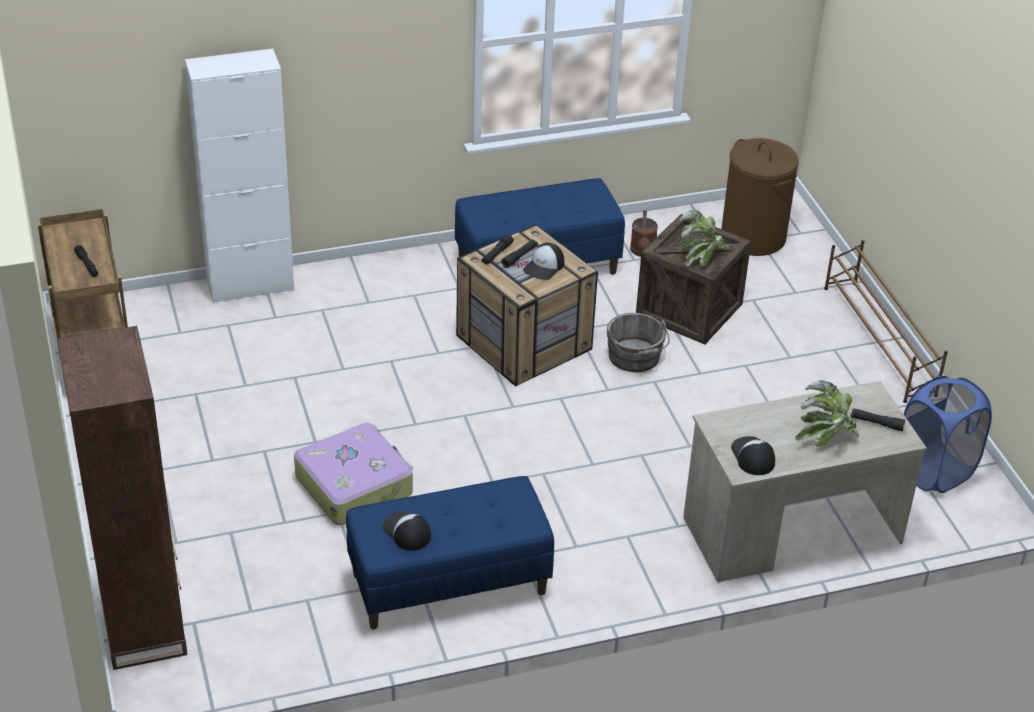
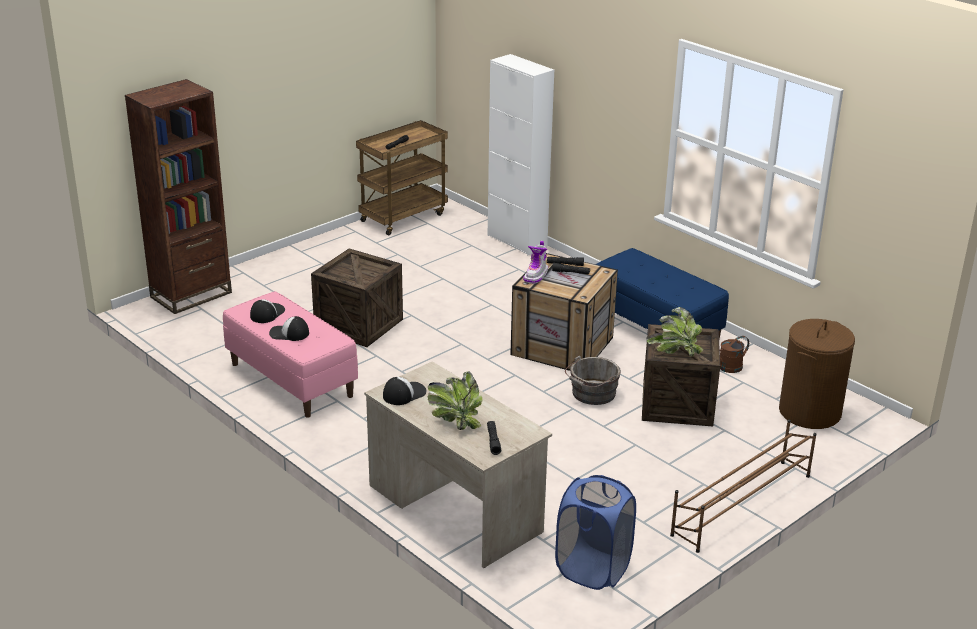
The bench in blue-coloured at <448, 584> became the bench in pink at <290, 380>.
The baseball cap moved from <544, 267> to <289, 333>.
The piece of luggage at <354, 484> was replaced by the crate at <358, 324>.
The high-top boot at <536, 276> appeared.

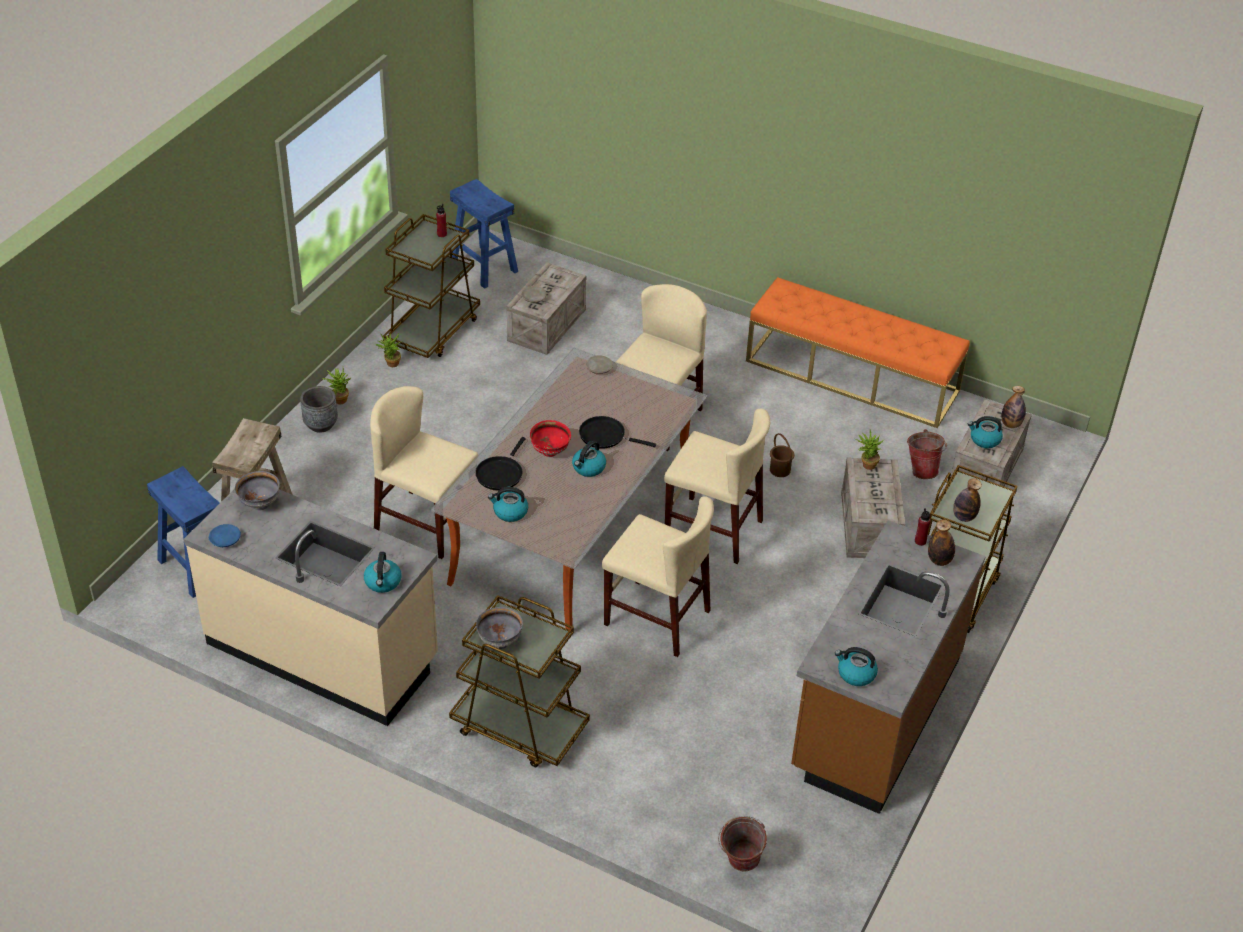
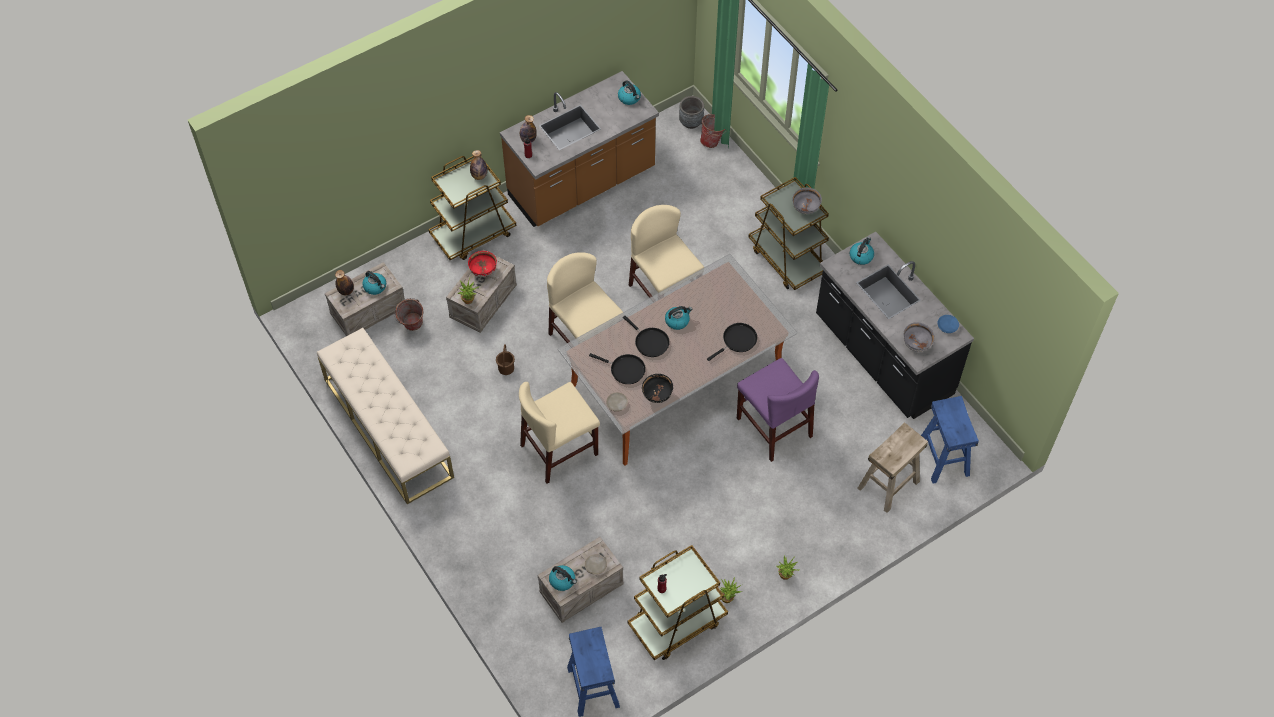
The bench in orange-coloured at <852, 376> became the bench in beige-coloured at <388, 427>.
The serving bowl in reddish moved from <550, 451> to <483, 271>.
The kettle moved from <510, 512> to <563, 580>.
The skillet in blackish at <625, 370> appeared.
The serving bowl in blackish at <657, 396> appeared.
The planter in greyish moved from <321, 424> to <691, 122>.
The chair in beige-coloured at <426, 524> became the chair in purple at <774, 427>.
The counter in beige-coloured at <323, 651> became the counter in blackish at <882, 357>.

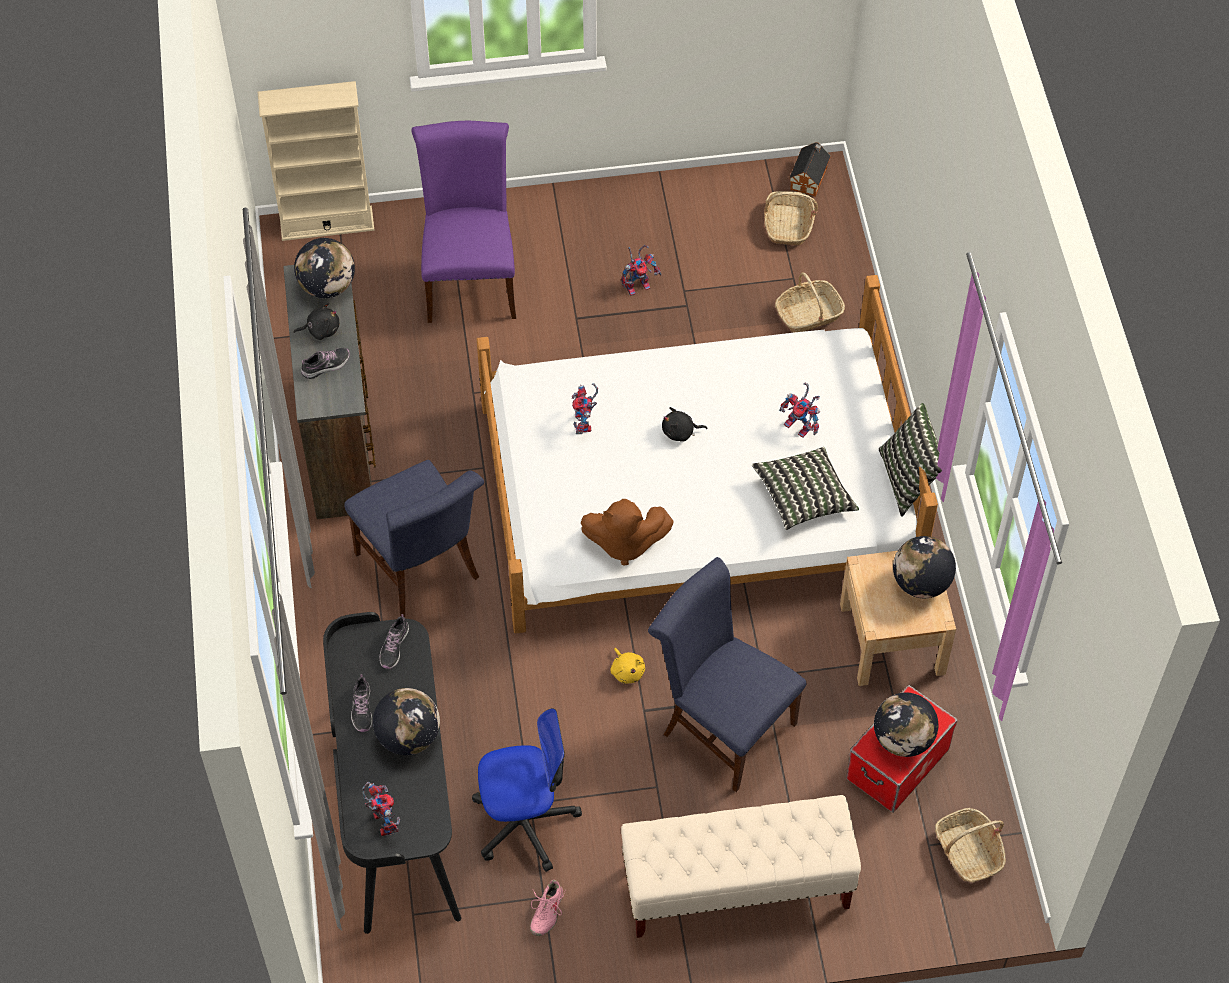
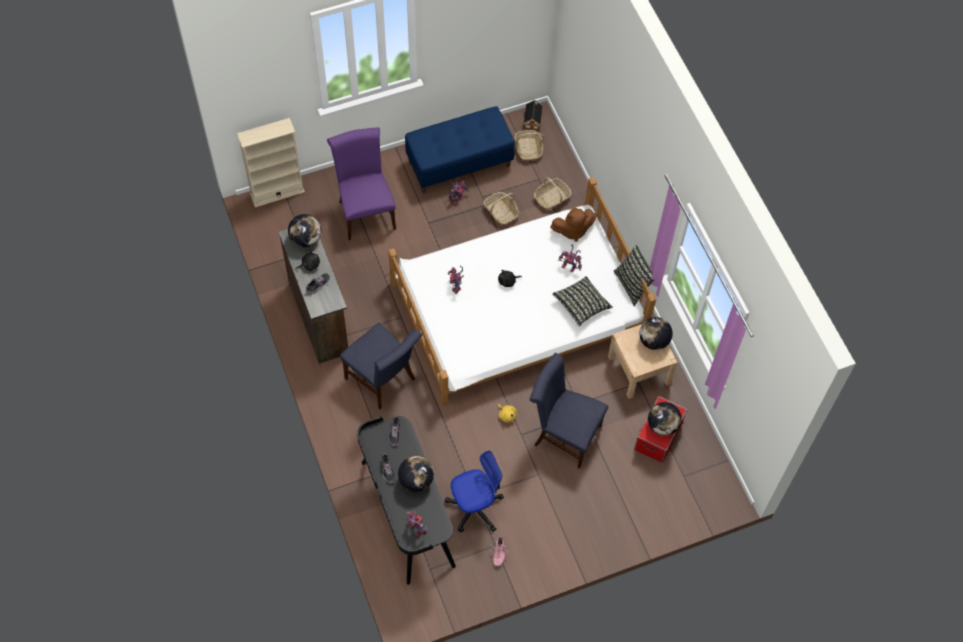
The bench in blue-coloured at <459, 163> appeared.
The household basket moved from <968, 852> to <501, 212>.
The cuddly toy in brown-coloured moved from <624, 543> to <572, 230>.
The bench in beige-coloured at <736, 887> disappeared.

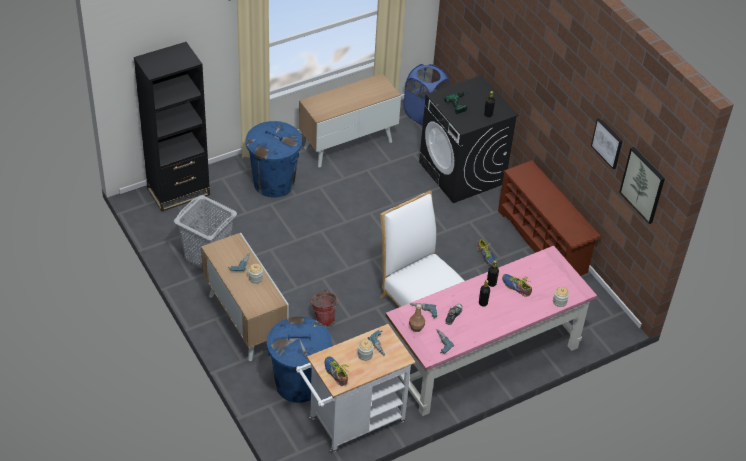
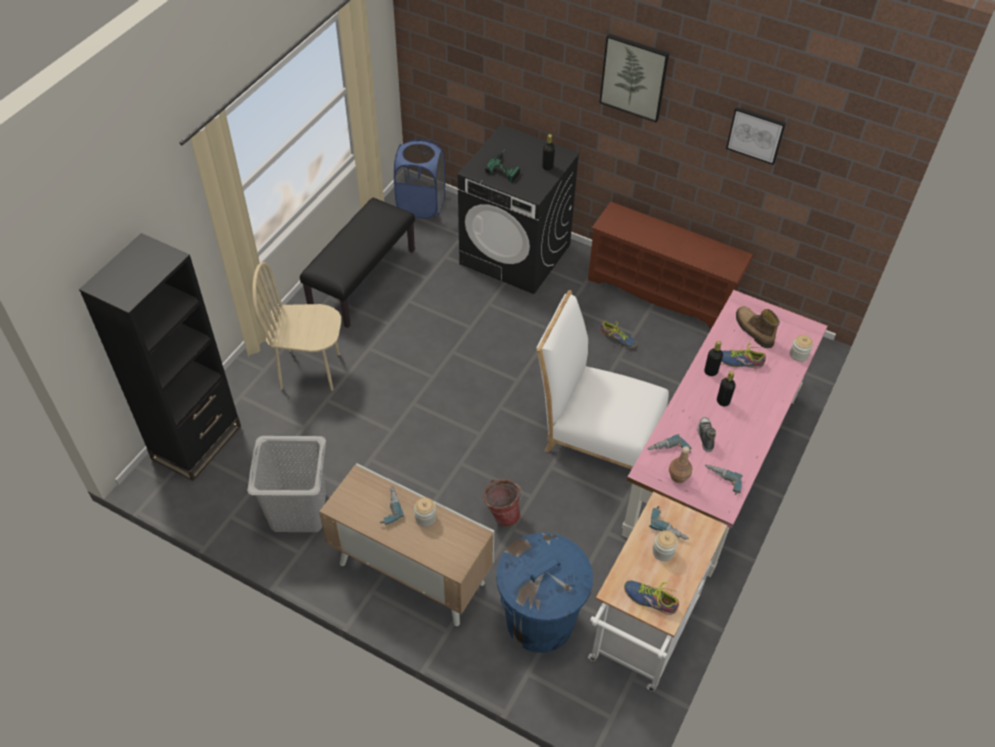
The waste bin in blue-coloured at <274, 183> was replaced by the chair in beige-coloured at <310, 370>.
The storage cabinet at <348, 144> was replaced by the bench in blackish at <362, 279>.
The wall art moved from <643, 185> to <634, 77>.
The high-top boot at <753, 330> appeared.

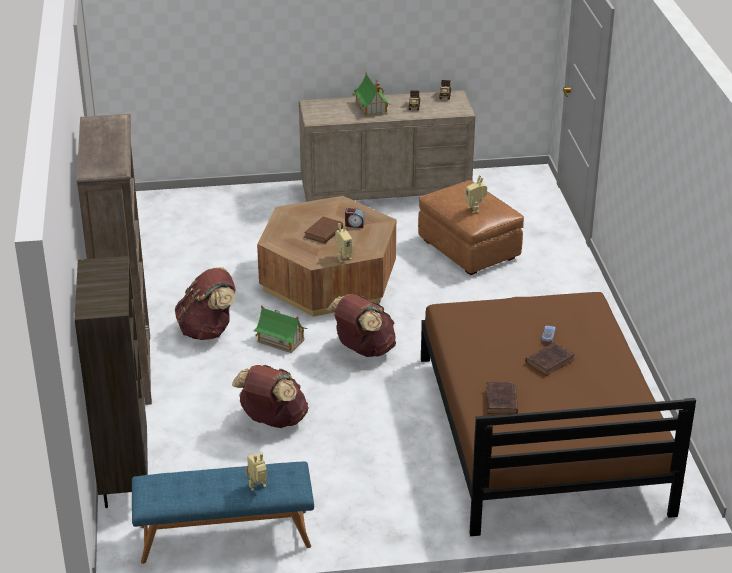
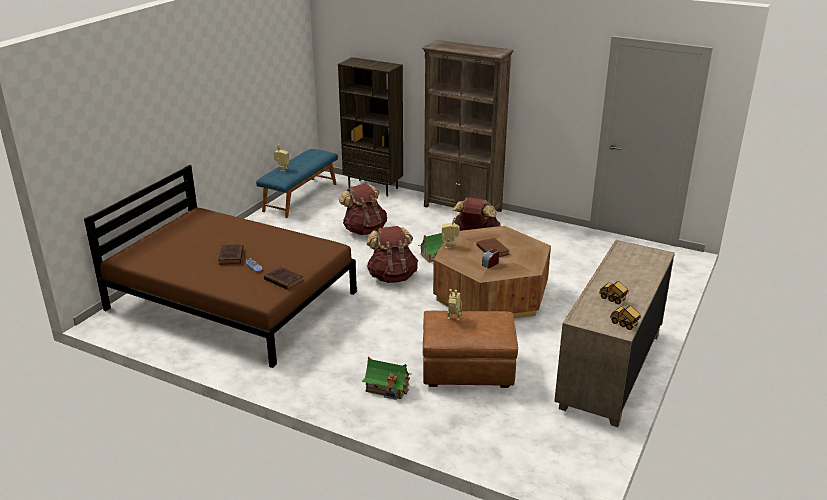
The bound book in brown-coloured moved from <501, 401> to <283, 280>.
The model house moved from <371, 108> to <387, 388>.

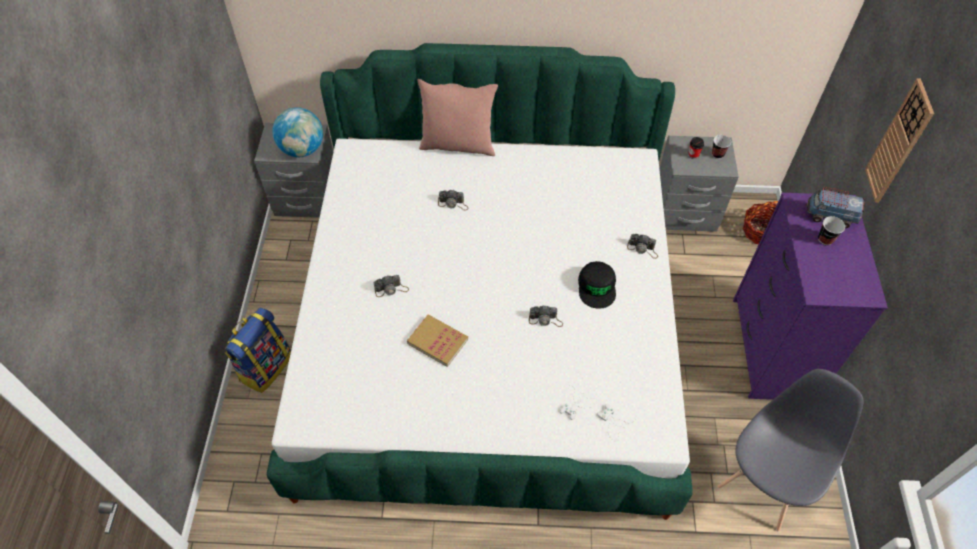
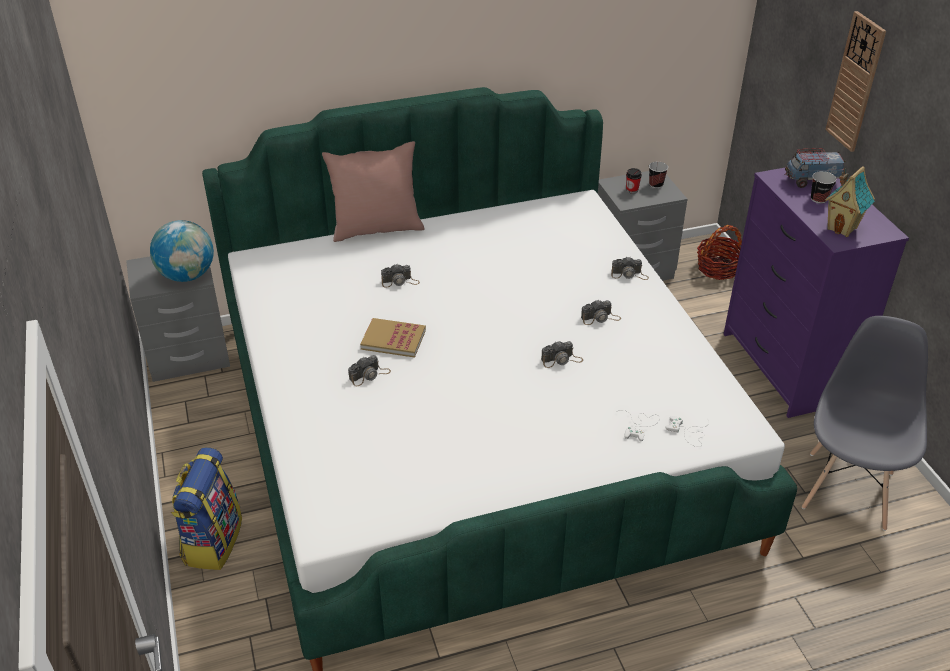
The bound book moved from <437, 341> to <393, 339>.
The baseball cap in blackish at <597, 287> was replaced by the photo camera at <600, 318>.
The model house at <842, 228> appeared.

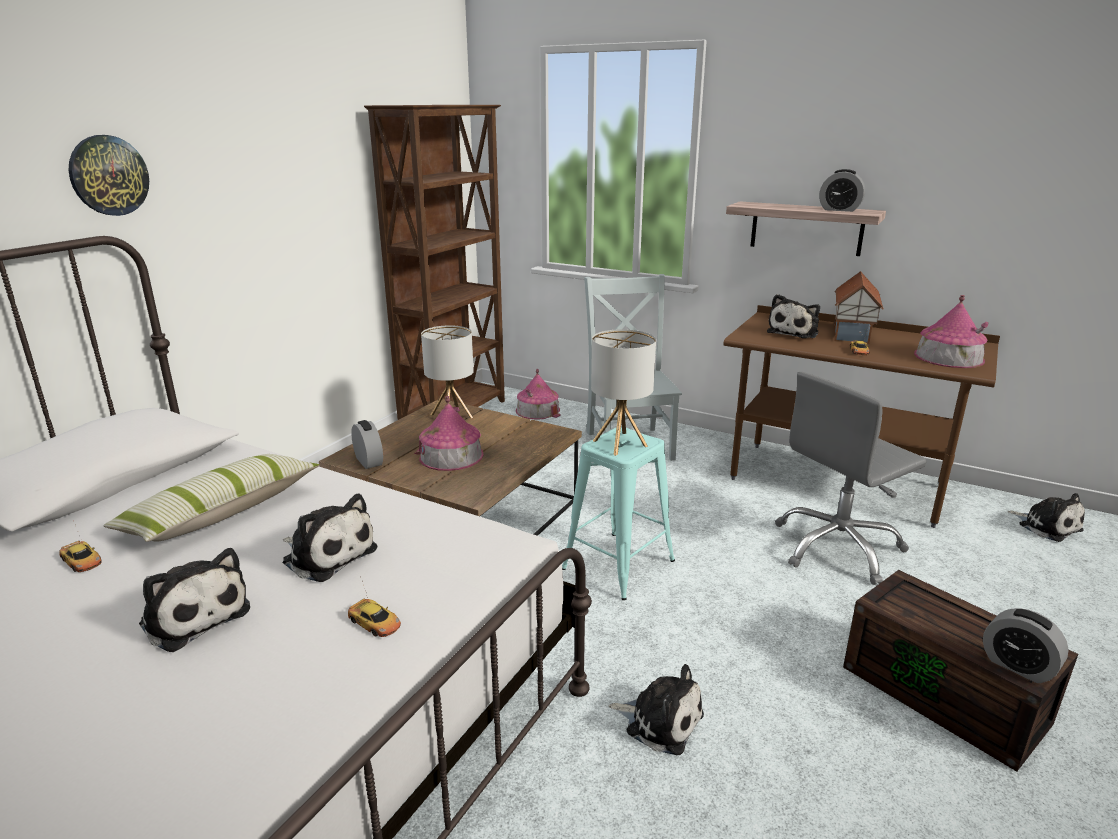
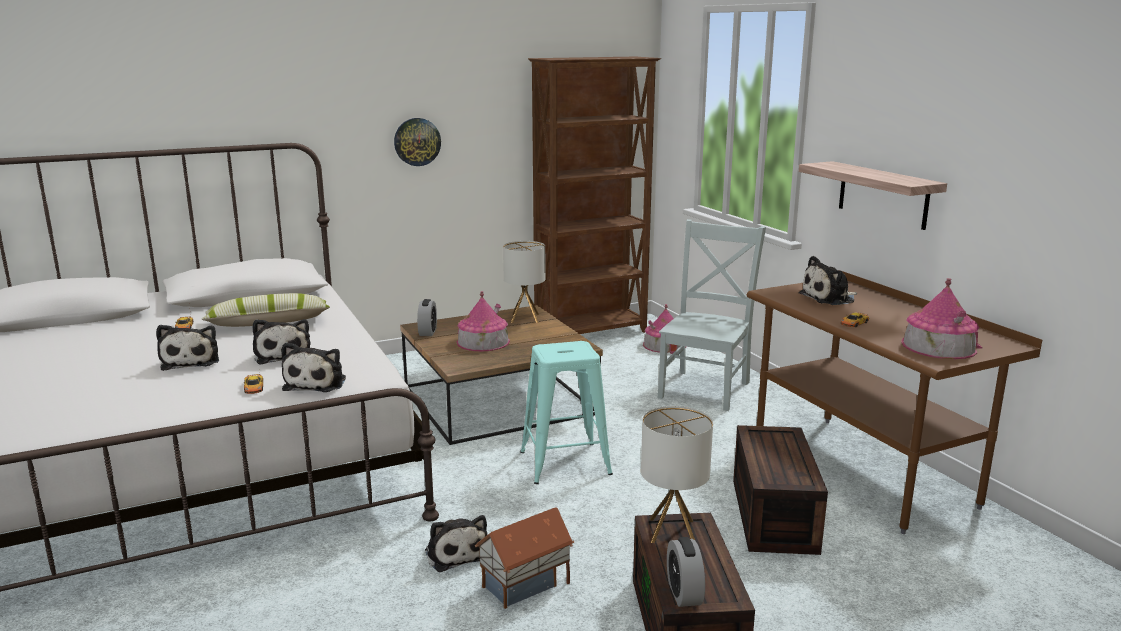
The cuddly toy moved from <1046, 526> to <317, 383>.
The wall clock moved from <108, 175> to <417, 142>.
The model house moved from <853, 334> to <526, 586>.
The table lamp moved from <619, 443> to <672, 531>.
The computer chair in greyish at <838, 547> was replaced by the storage box in brown-coloured at <771, 514>.
The table clock at <839, 210> disappeared.

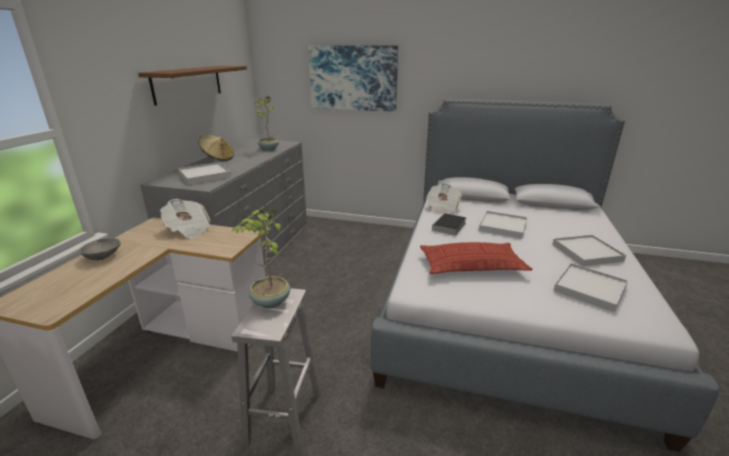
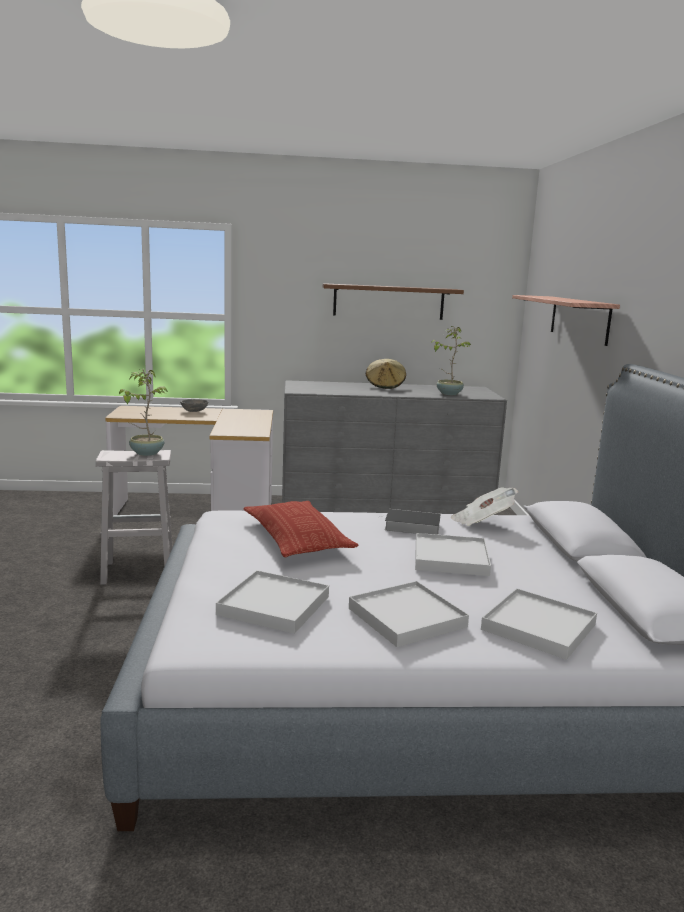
The tray in whitish moved from <205, 175> to <539, 627>.
The wall art at <353, 78> was replaced by the wall shelf at <579, 319>.
The printed paper at <188, 230> disappeared.

